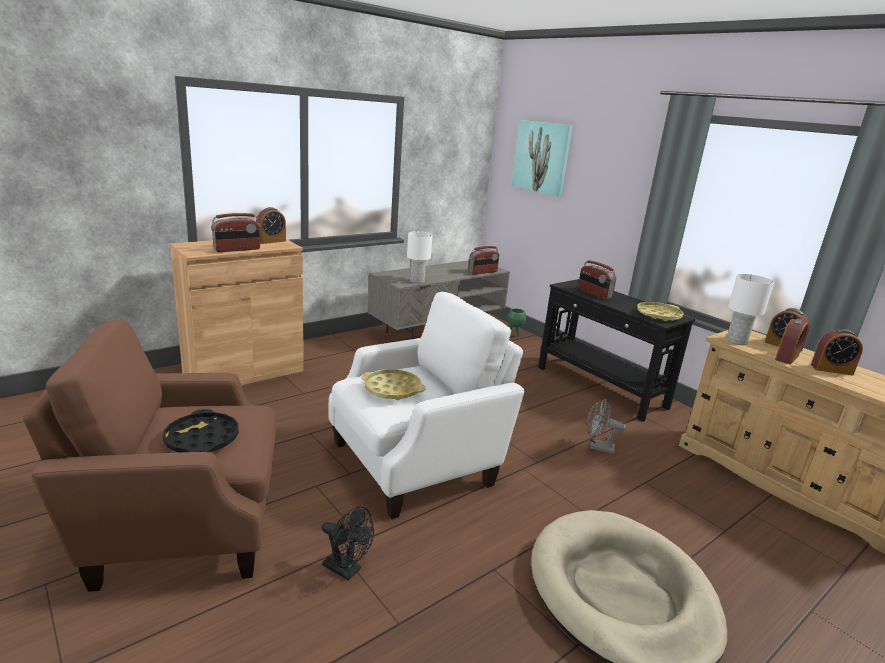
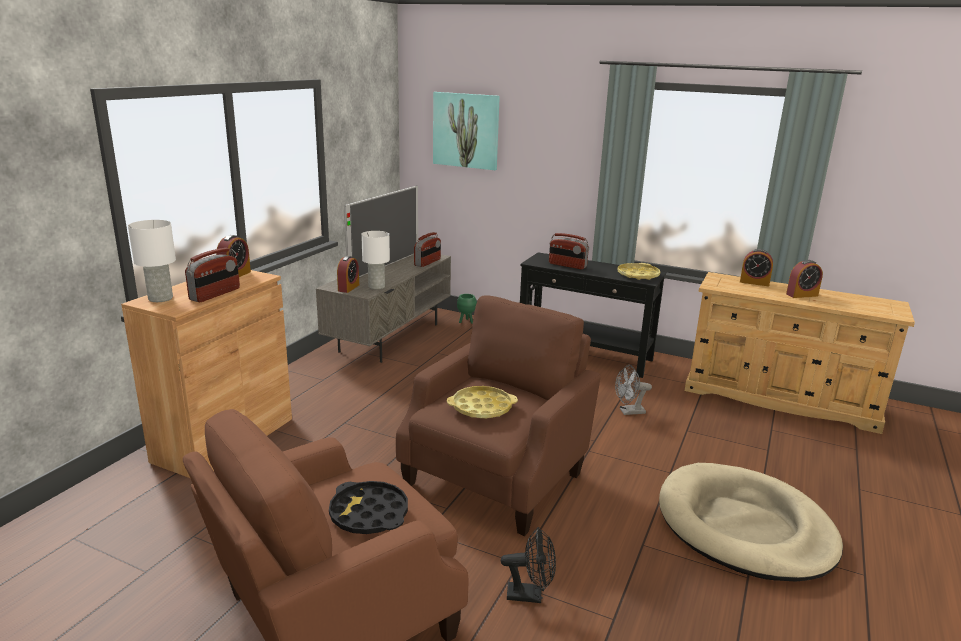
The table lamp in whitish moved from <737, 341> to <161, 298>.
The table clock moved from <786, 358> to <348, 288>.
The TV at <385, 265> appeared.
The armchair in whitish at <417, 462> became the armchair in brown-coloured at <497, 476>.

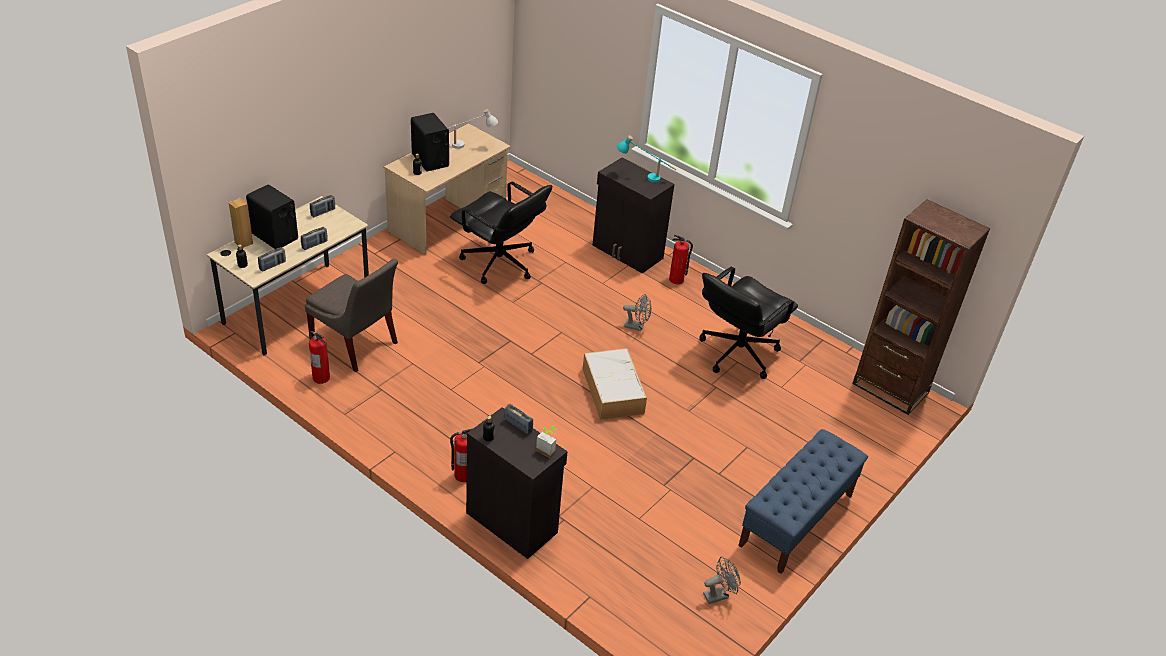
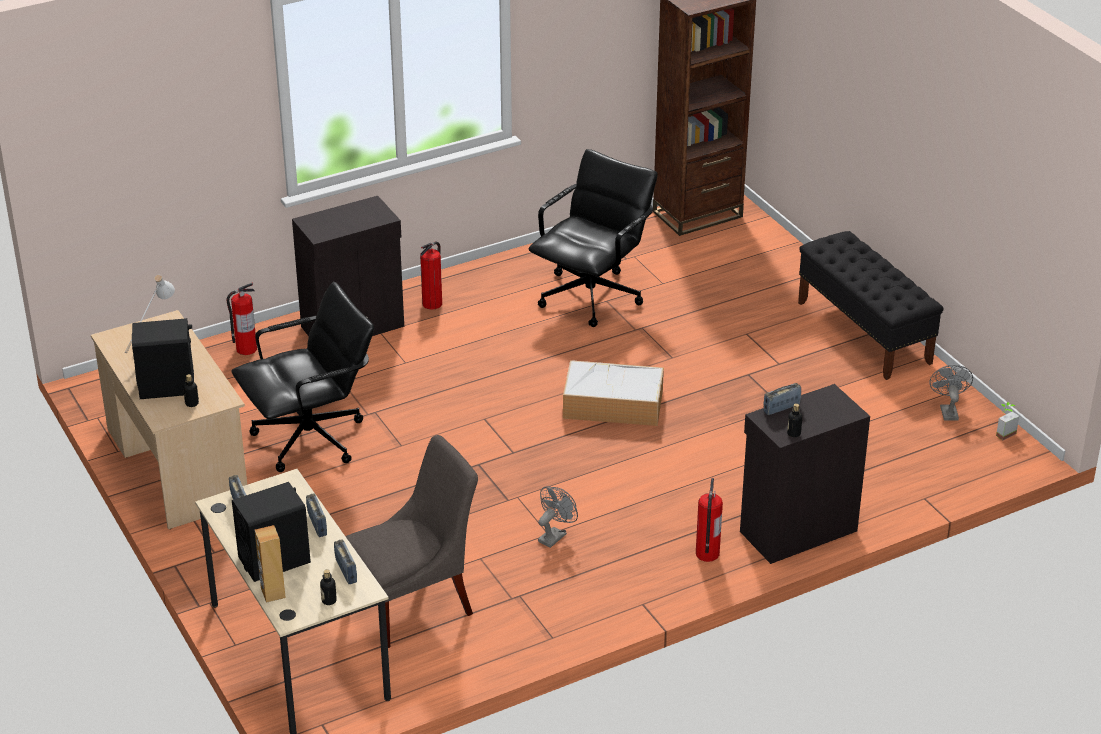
The fire extinguisher moved from <321, 377> to <246, 349>.
The computer chair in blackish at <737, 353> turned 120 degrees counterclockwise.
The electric fan in greyish moved from <637, 327> to <554, 535>.
The bench in blue-coloured at <796, 520> became the bench in blackish at <864, 333>.
The potted plant moved from <547, 449> to <1003, 432>.
The table lamp in turquoise-coloured at <644, 177> disappeared.

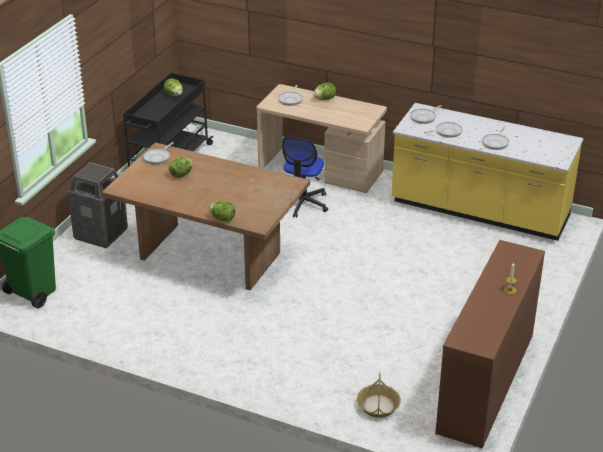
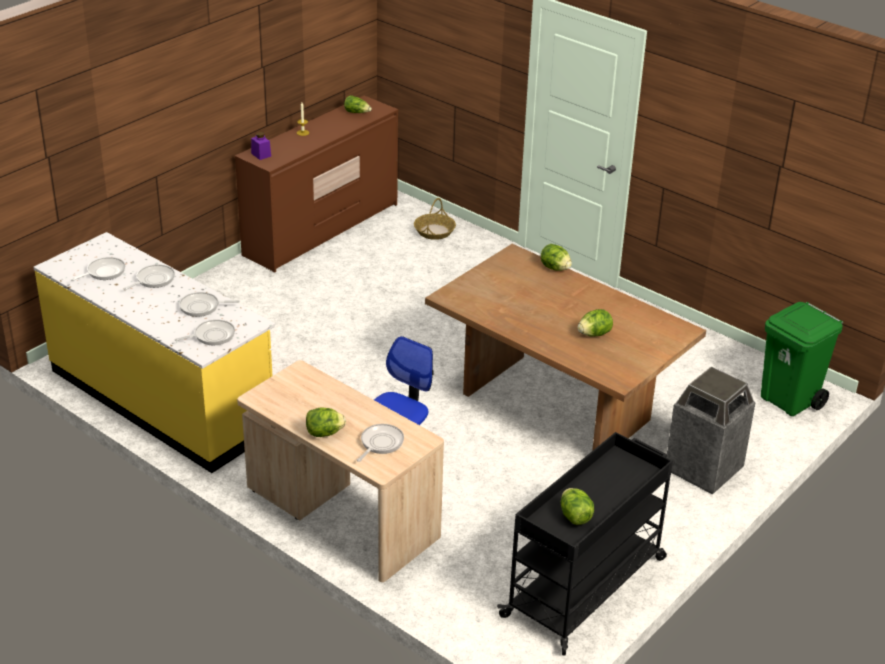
The skillet moved from <158, 157> to <104, 272>.
The preserve jar in purple at <261, 155> appeared.
The lettuce head at <357, 112> appeared.

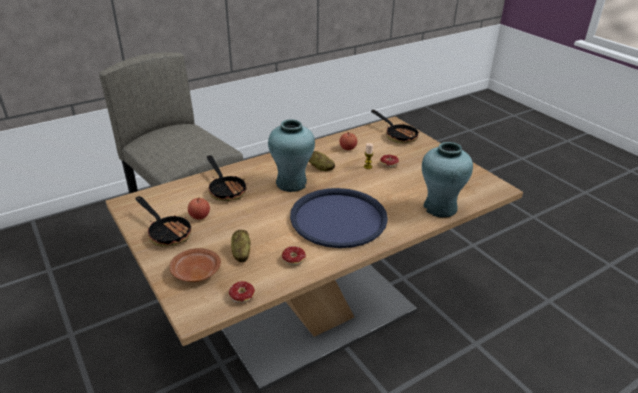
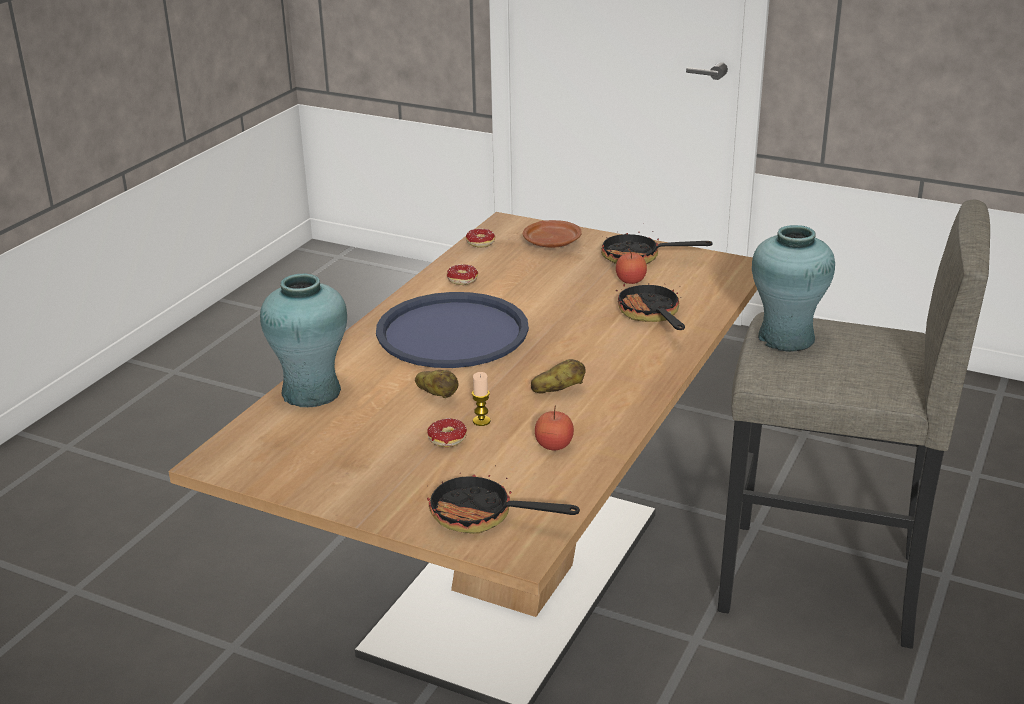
The whole potato moved from <241, 253> to <437, 395>.
The skillet at <225, 189> turned 45 degrees clockwise.
The flower vase in turquoise-coloured moved from <291, 183> to <786, 339>.

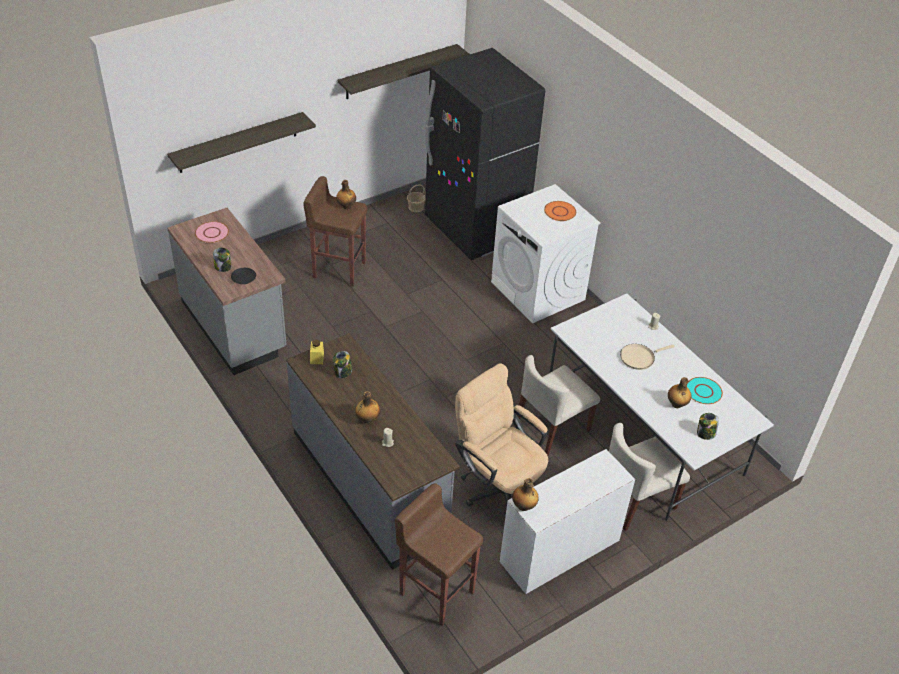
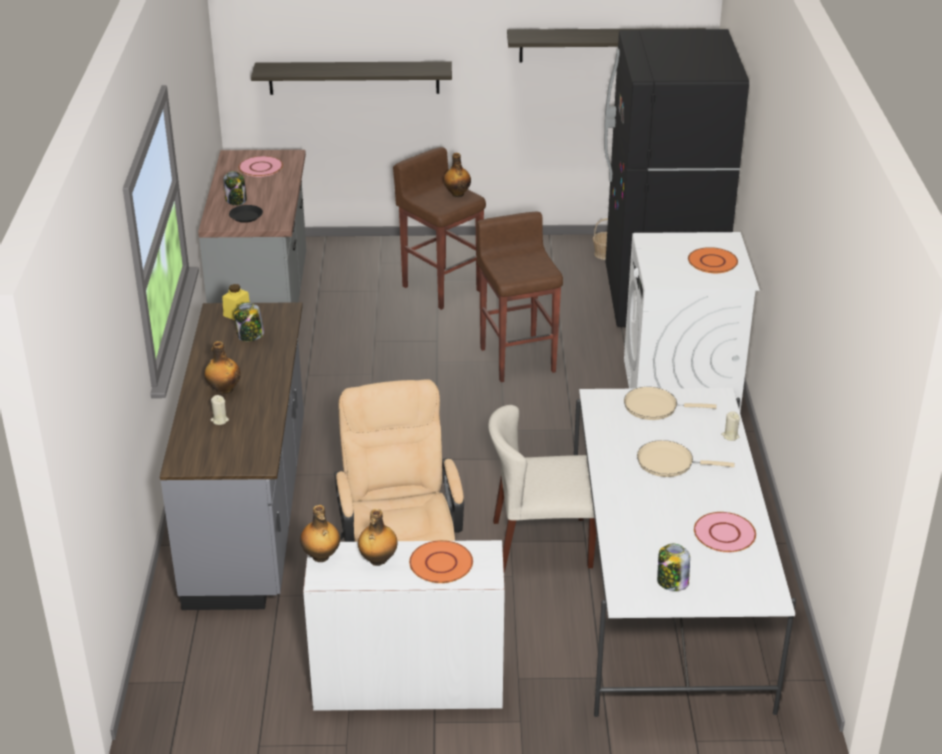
The bottle moved from <676, 404> to <377, 560>.
The flat dish in orange-coloured at <441, 563> appeared.
The sitting stool in brown-coloured moved from <436, 592> to <518, 359>.
The skillet in beige-coloured at <654, 407> appeared.
The flat dish in turquoise-coloured at <703, 391> became the flat dish in pink at <724, 534>.
The chair in beige-coloured at <635, 500> disappeared.

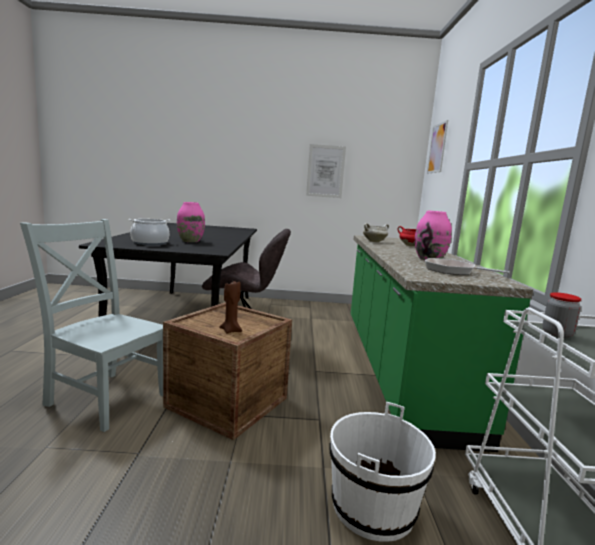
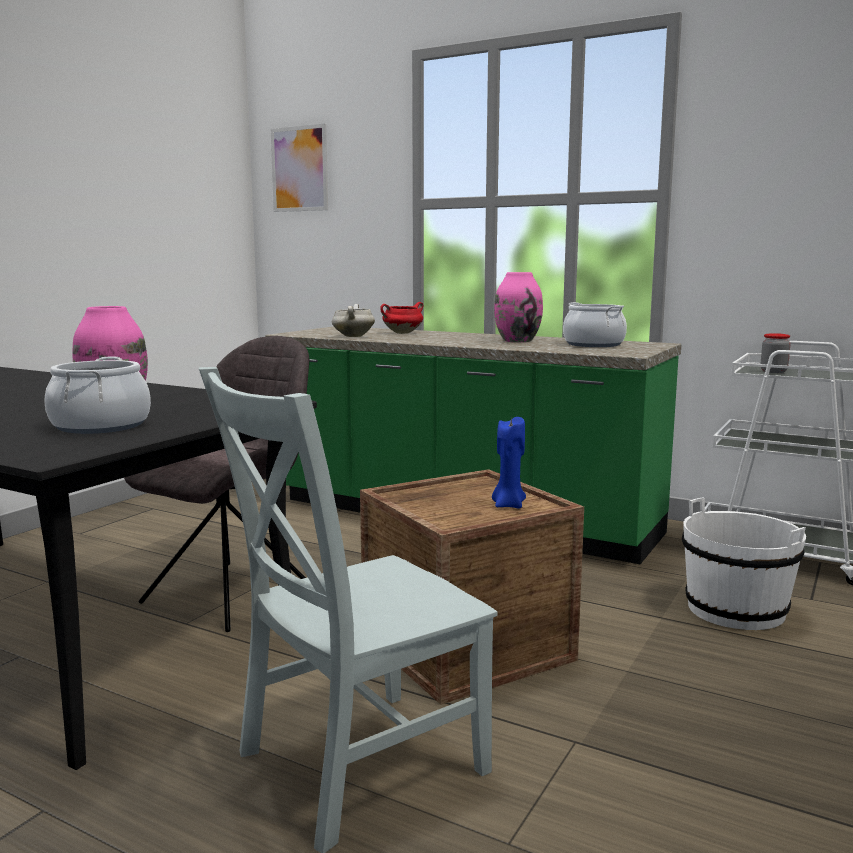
The wax candle in brown-coloured at <231, 330> became the wax candle in blue-coloured at <508, 505>.
The skillet at <453, 271> was replaced by the cooking pot at <594, 344>.
The wall art at <325, 171> disappeared.

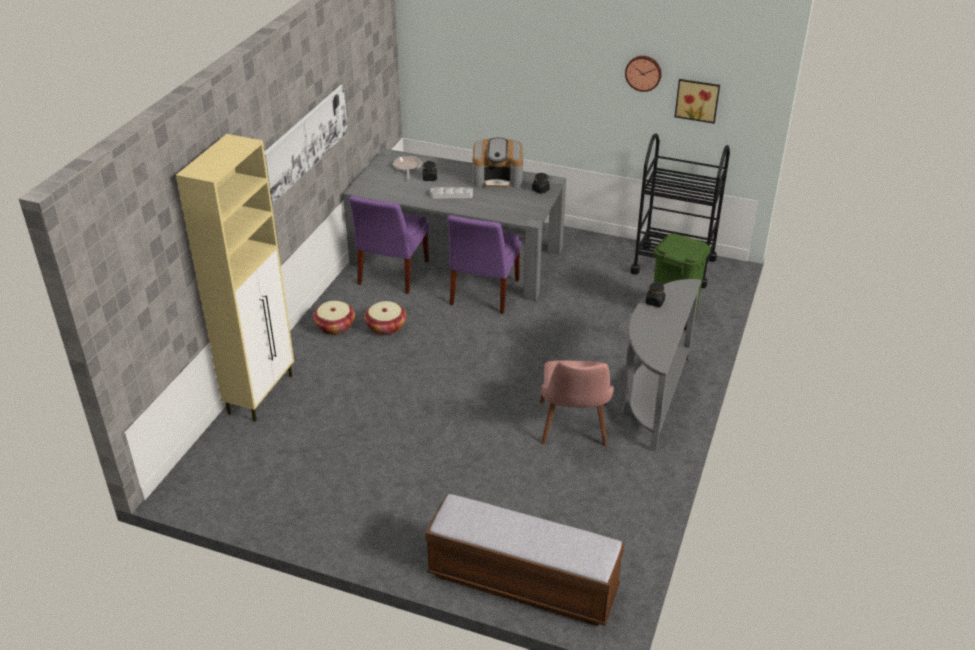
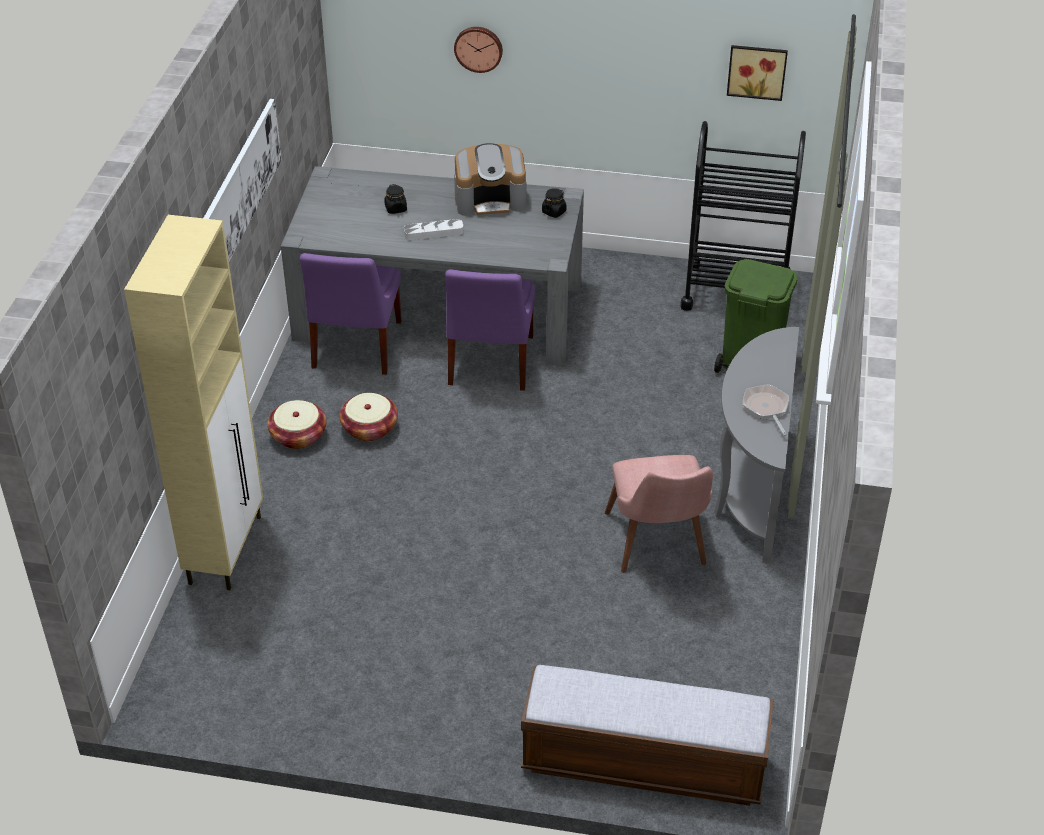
The wall clock moved from <643, 72> to <478, 48>.
The skillet moved from <407, 168> to <766, 408>.
The preserve jar in blackish at <654, 302> disappeared.

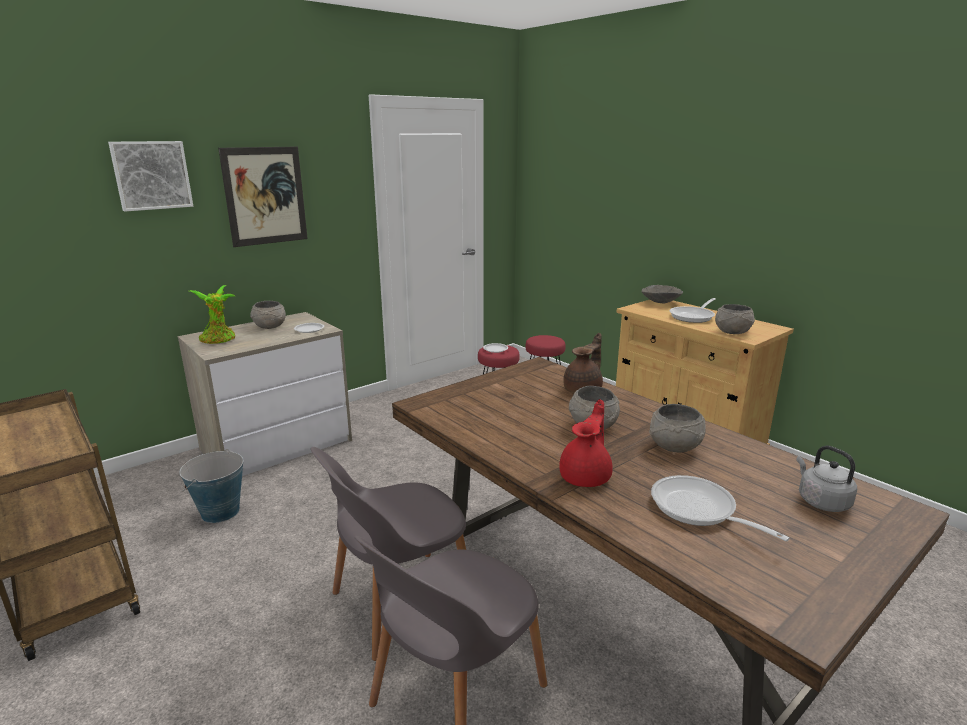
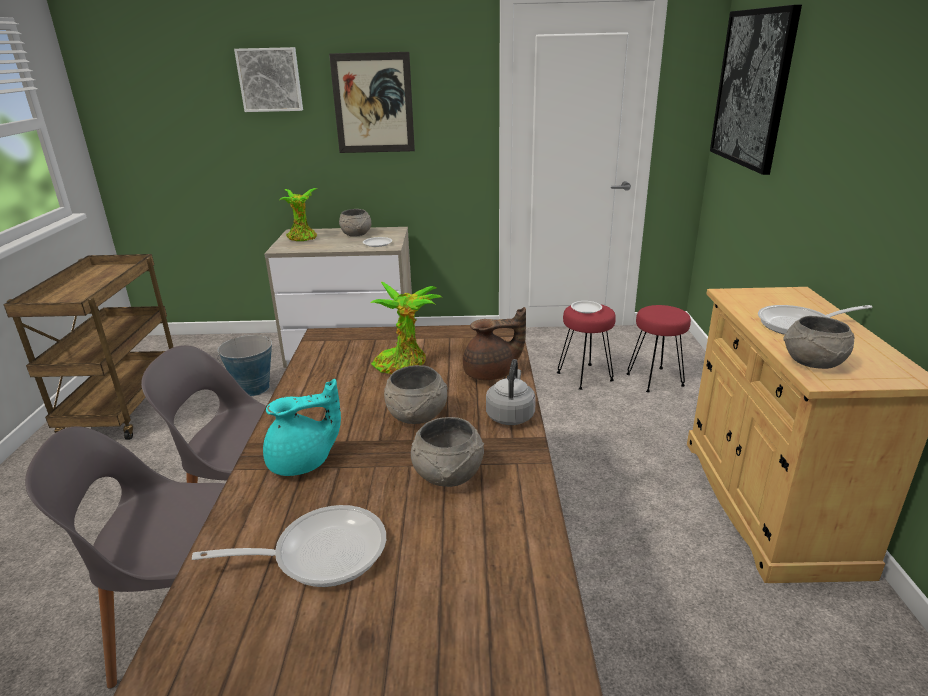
The skillet at <698, 510> turned 75 degrees clockwise.
The teapot in reddish at <586, 476> became the teapot in turquoise-coloured at <303, 463>.
The potted plant at <404, 364> appeared.
The kettle in greyish moved from <821, 501> to <510, 415>.
The wall art at <752, 88> appeared.
The serving bowl in greyish at <660, 302> disappeared.

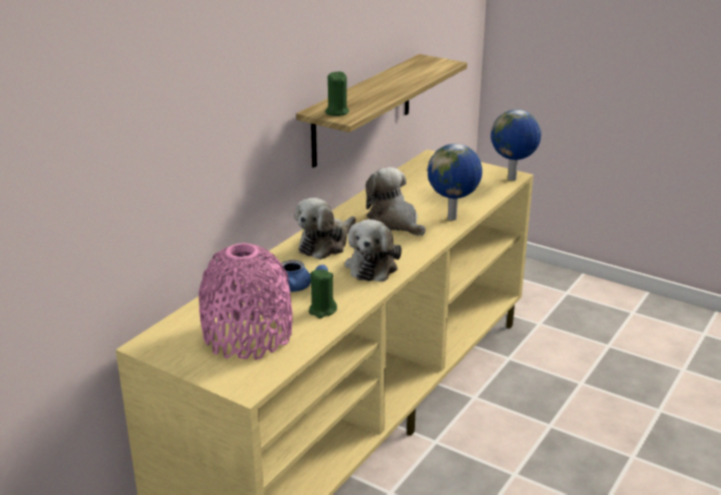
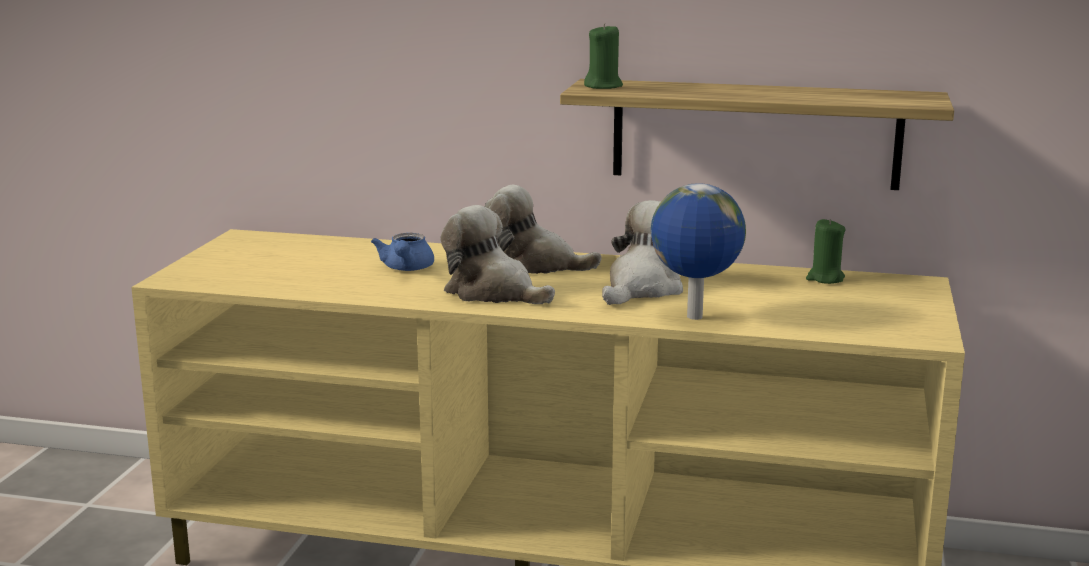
The cuddly toy at <372, 265> turned 45 degrees clockwise.
The wax candle in green moved from <322, 310> to <825, 278>.
The flower vase in pink at <247, 336> disappeared.
The desk globe at <512, 179> disappeared.

